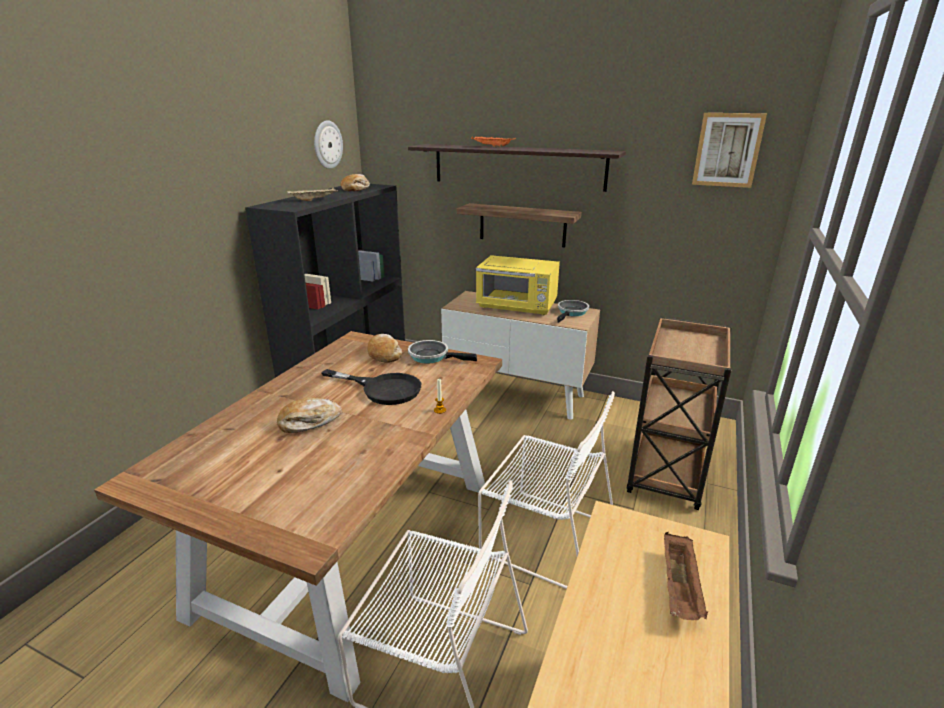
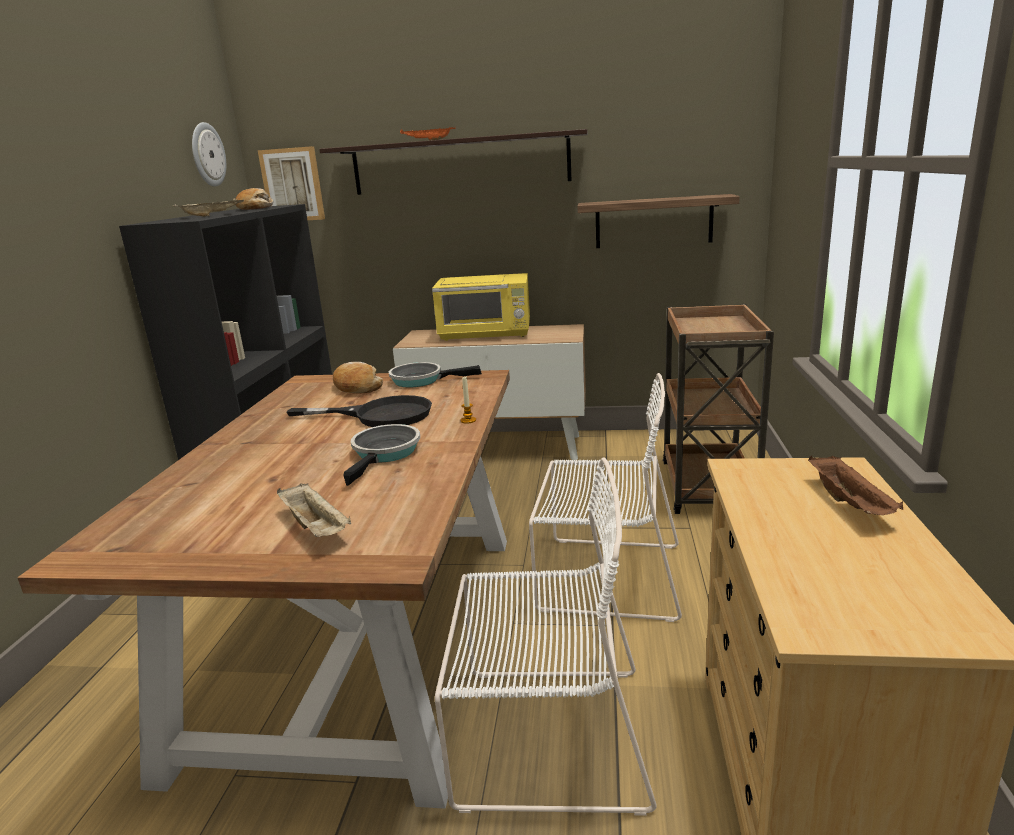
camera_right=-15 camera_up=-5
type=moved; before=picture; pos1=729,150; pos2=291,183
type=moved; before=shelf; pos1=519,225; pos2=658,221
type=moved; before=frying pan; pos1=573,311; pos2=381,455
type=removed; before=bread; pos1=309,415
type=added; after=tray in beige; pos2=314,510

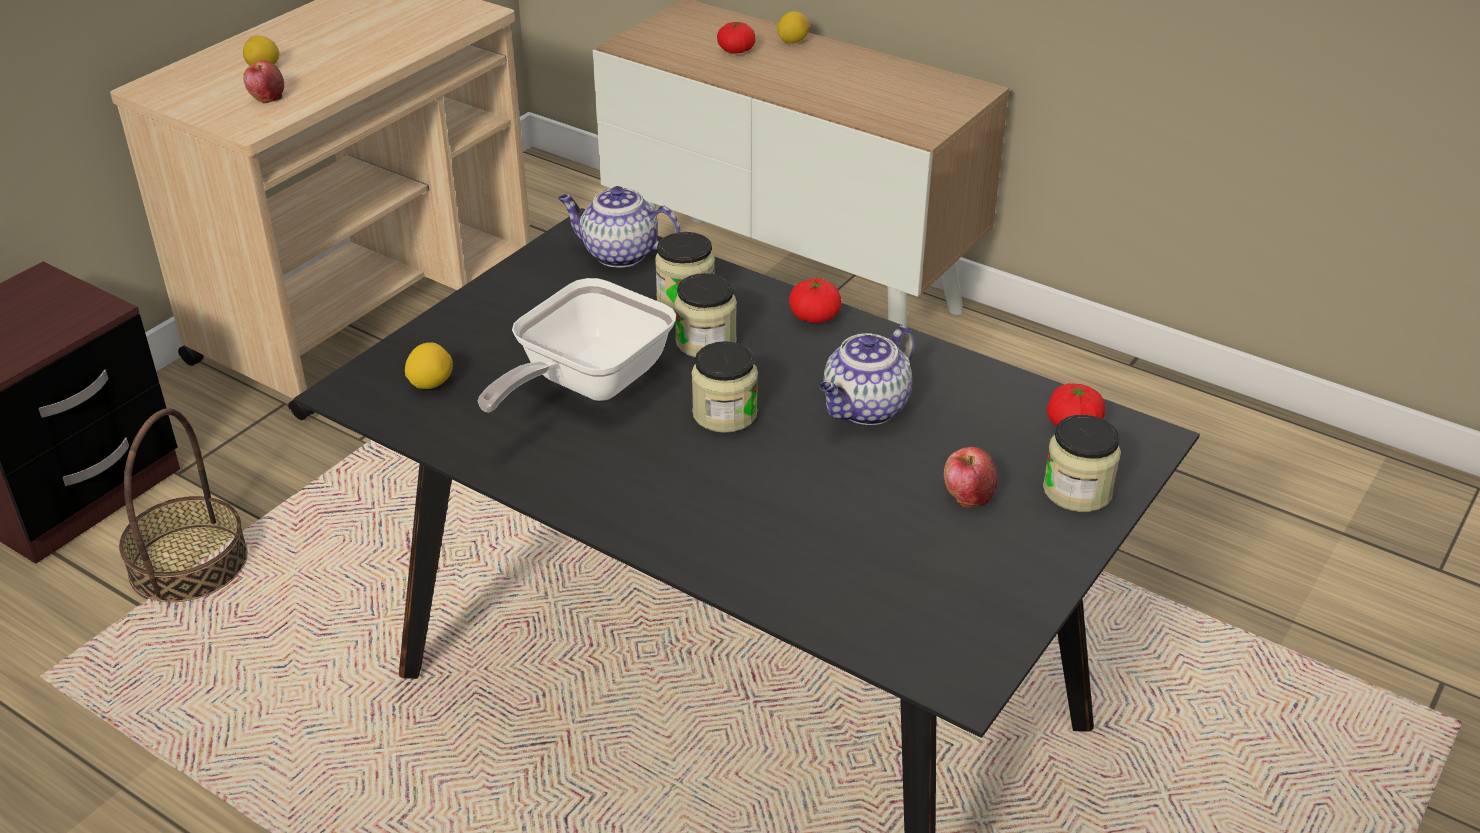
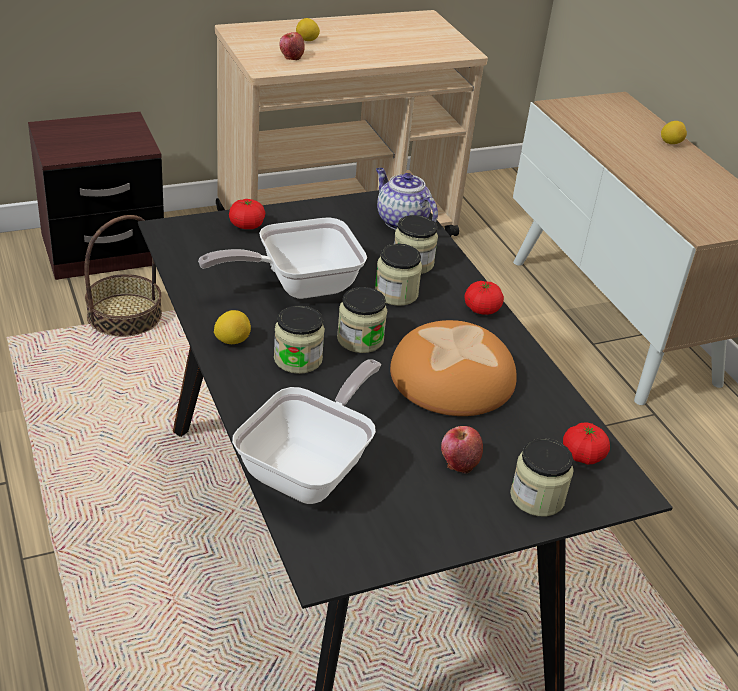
camera_right=30 camera_up=0
type=moved; before=tomato; pos1=736,38; pos2=247,214
type=replaced; before=teapot; after=bread; pos1=867,375; pos2=453,368
type=moved; before=lemon; pos1=429,365; pos2=232,327
type=added; after=jar; pos2=299,339
type=added; after=frying pan; pos2=306,431

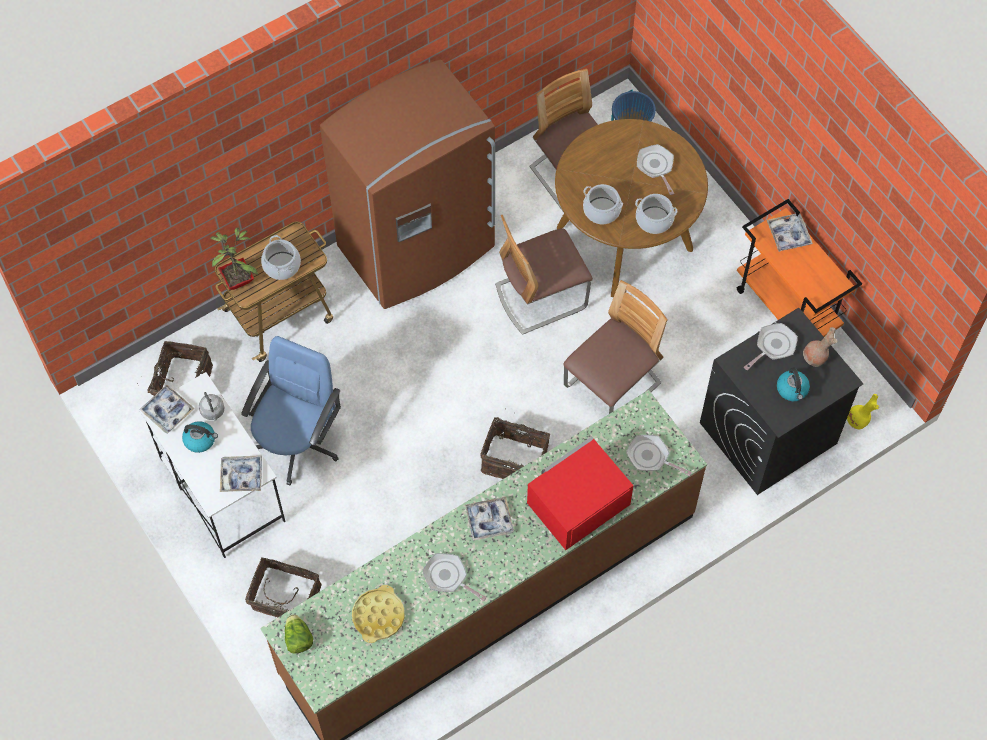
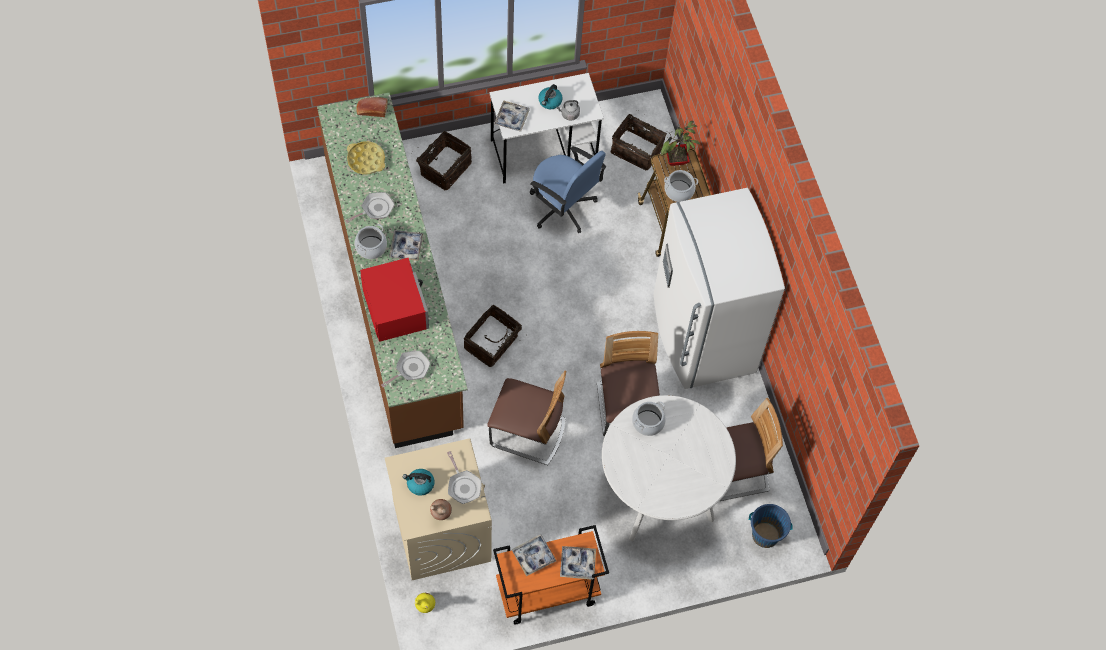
camera_right=105 camera_up=0
type=recoloured; before=fridge in brown; after=fridge in white; pos1=407,184; pos2=719,288
type=recoloured; before=dining table in brown; after=dining table in white; pos1=631,208; pos2=669,468
type=removed; before=frying pan; pos1=655,169
type=moved; before=cooking pot; pos1=656,214; pos2=371,241
type=turned; before=chair; pos1=615,347; pos2=526,418; turn=-45
type=recoloured; before=washing machine in black; after=washing machine in beige; pos1=781,401; pos2=438,509
type=moved; before=tray; pos1=167,409; pos2=534,555
type=replaced; before=lettuce; after=bread; pos1=299,634; pos2=372,107

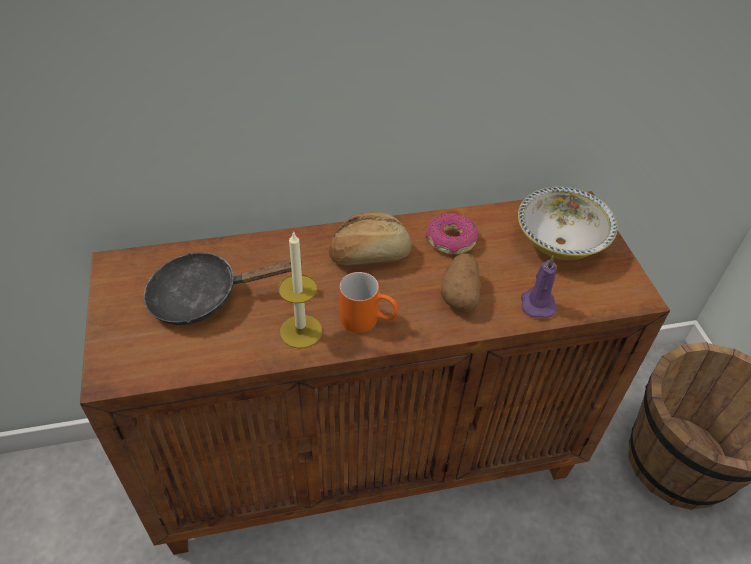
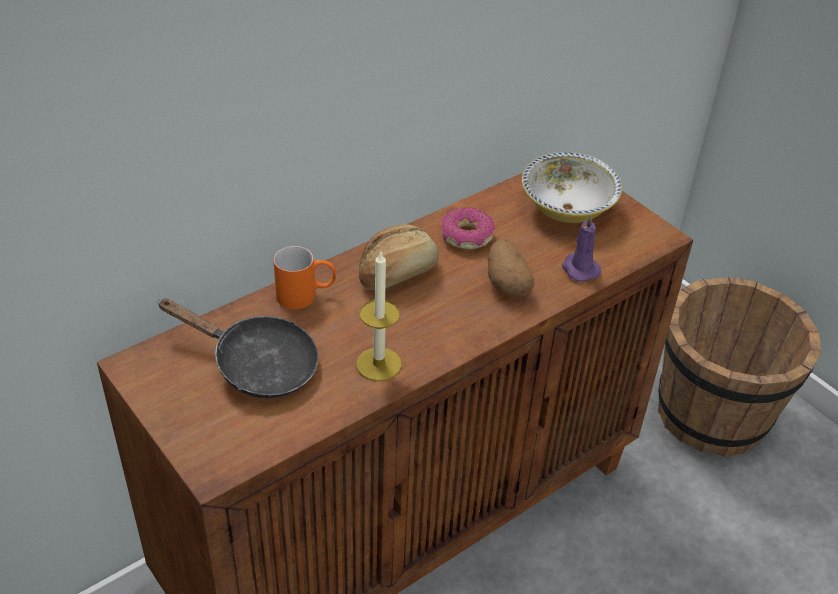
camera_right=-25 camera_up=-5
type=turned; before=frying pan in black; pos1=222,288; pos2=237,348; turn=-120
type=moved; before=mug in orange; pos1=369,302; pos2=304,277

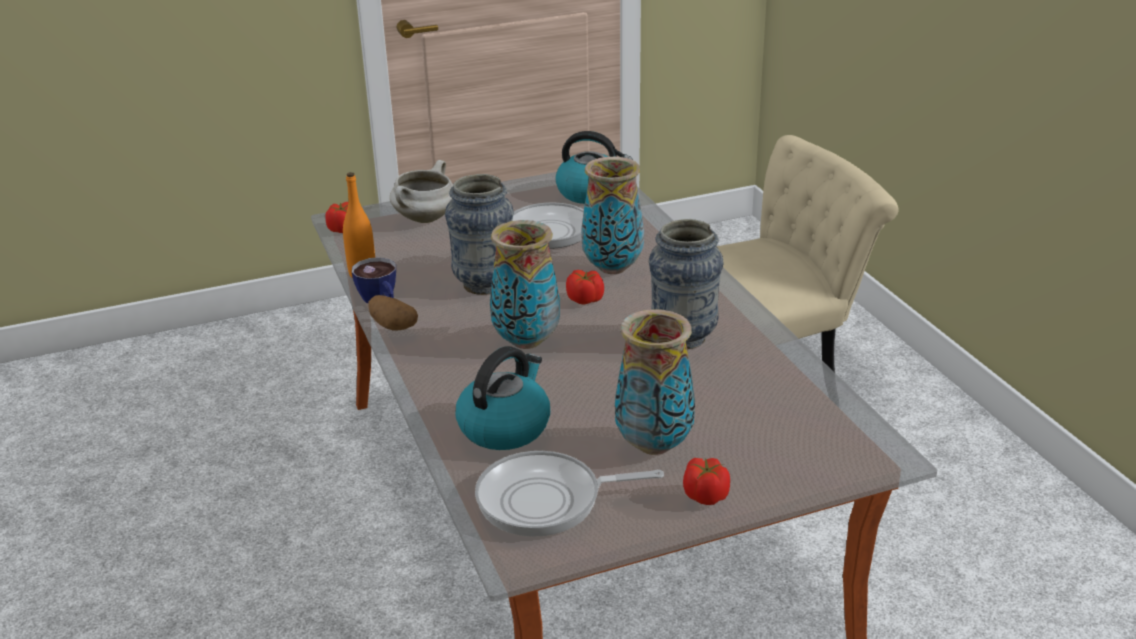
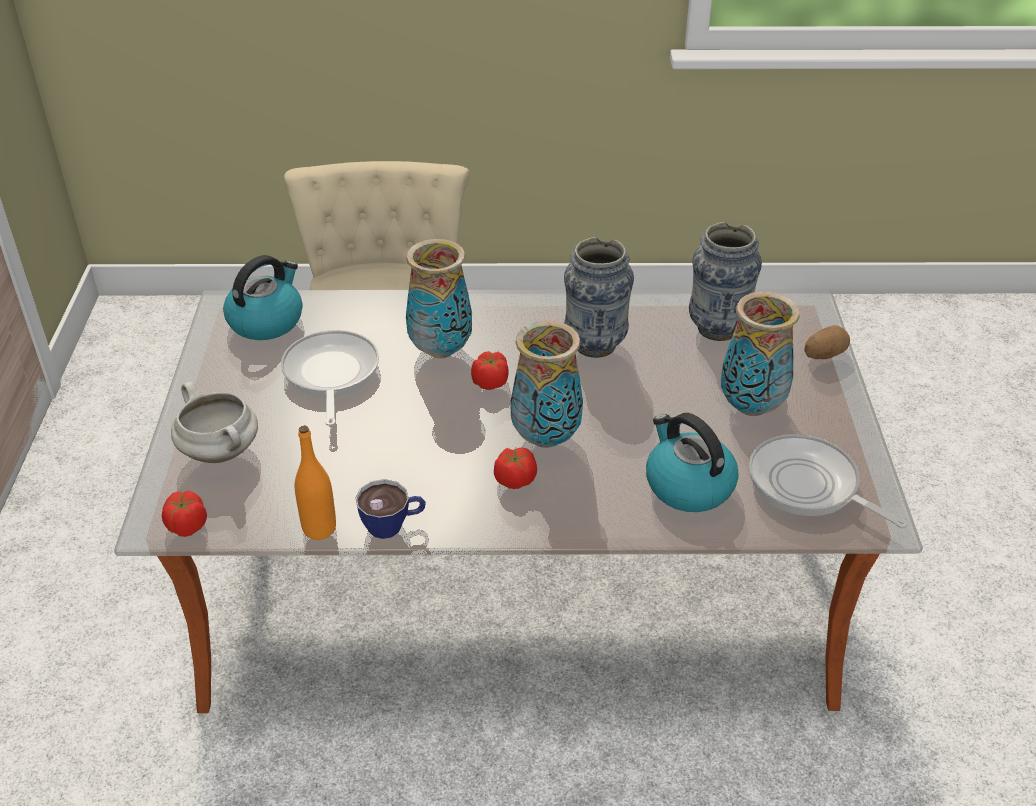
camera_right=-70 camera_up=10
type=moved; before=vase; pos1=479,234; pos2=725,281
type=moved; before=potato; pos1=393,313; pos2=827,342
type=turned; before=frying pan; pos1=569,494; pos2=828,481; turn=120
type=moved; before=tomato; pos1=706,481; pos2=515,468

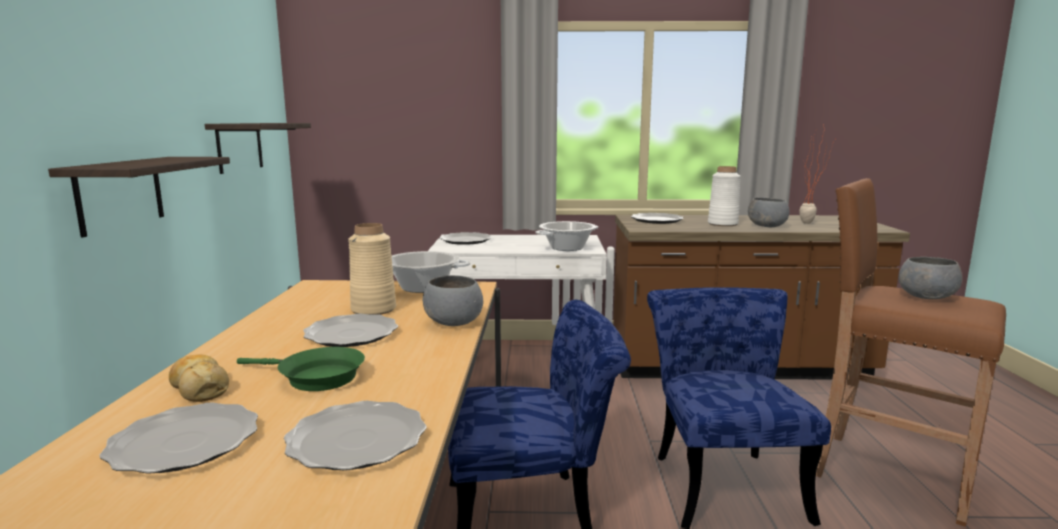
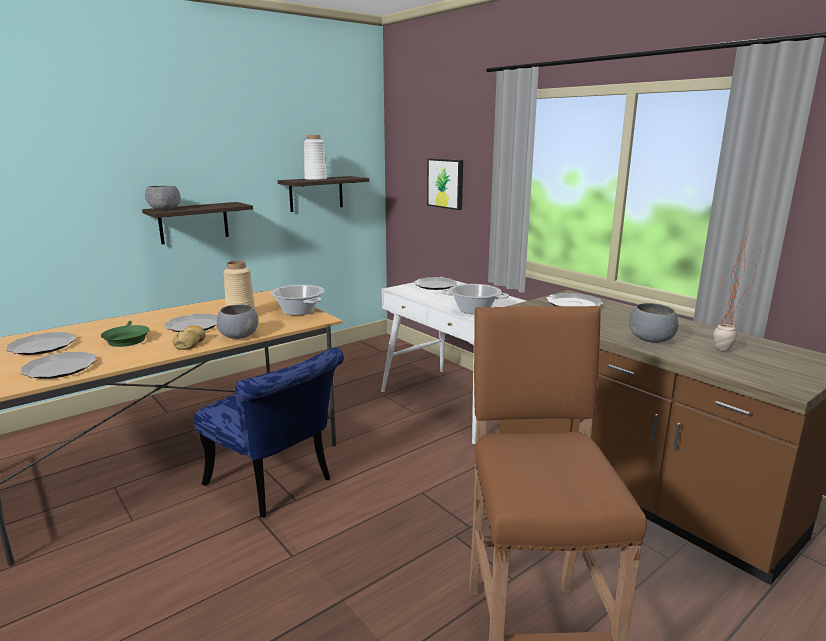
camera_right=50 camera_up=5
type=moved; before=vase in white; pos1=724,196; pos2=315,157
type=moved; before=bowl in grey; pos1=930,278; pos2=163,198
type=removed; before=chair in blue; pos1=739,408
type=moved; before=bread; pos1=199,378; pos2=189,337
type=added; after=picture; pos2=445,184

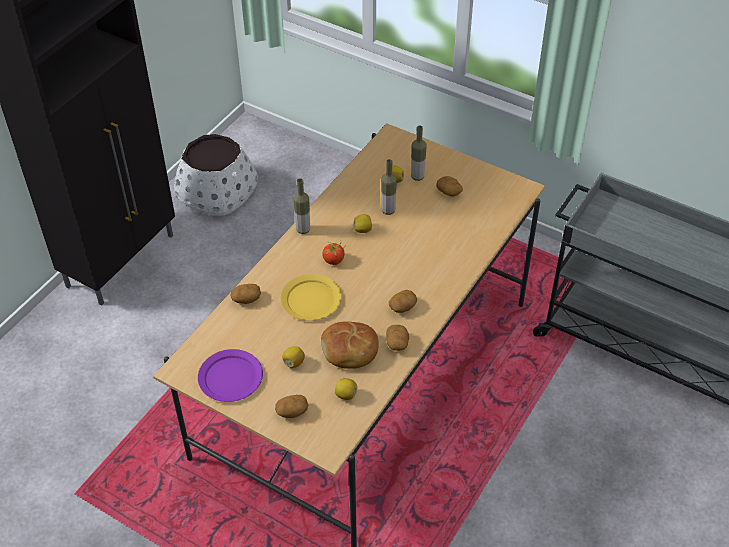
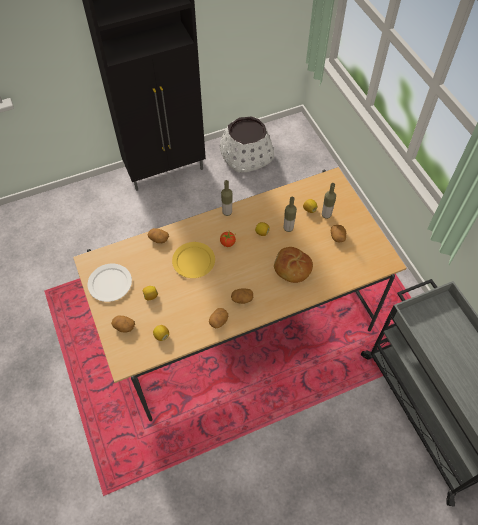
camera_right=35 camera_up=10
type=moved; before=bread; pos1=350,345; pos2=293,265
type=recoloured; before=plate in purple; after=plate in white; pos1=230,375; pos2=109,283

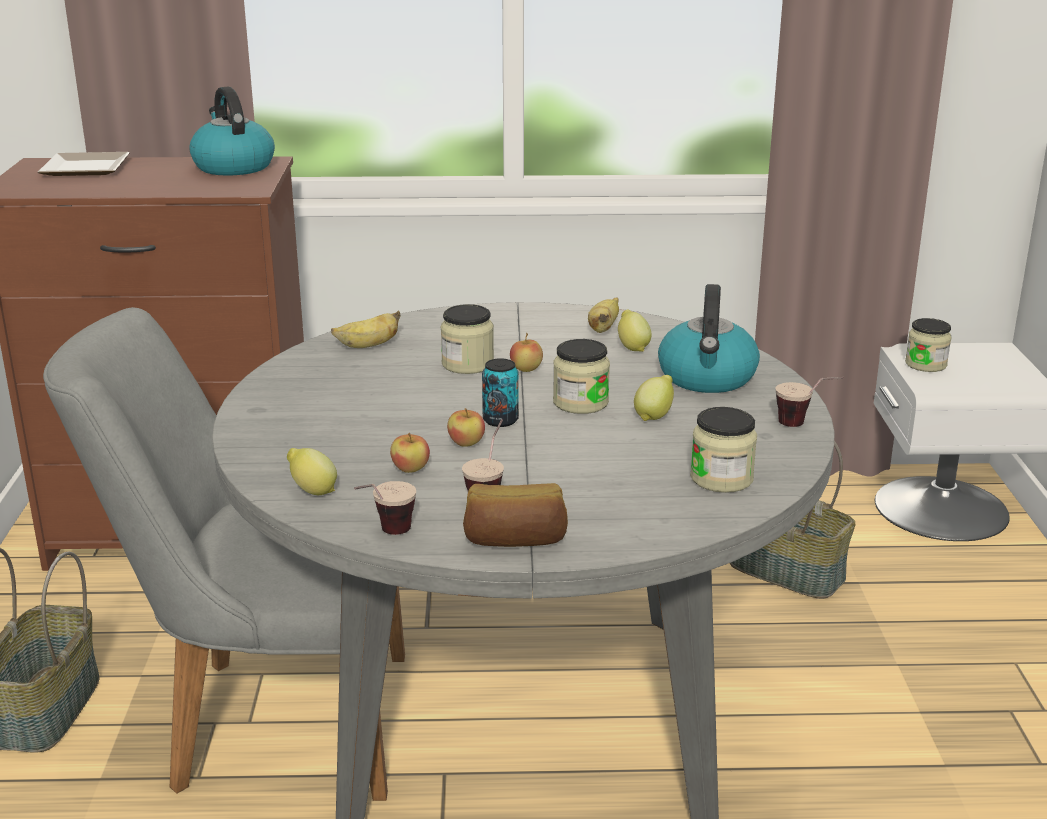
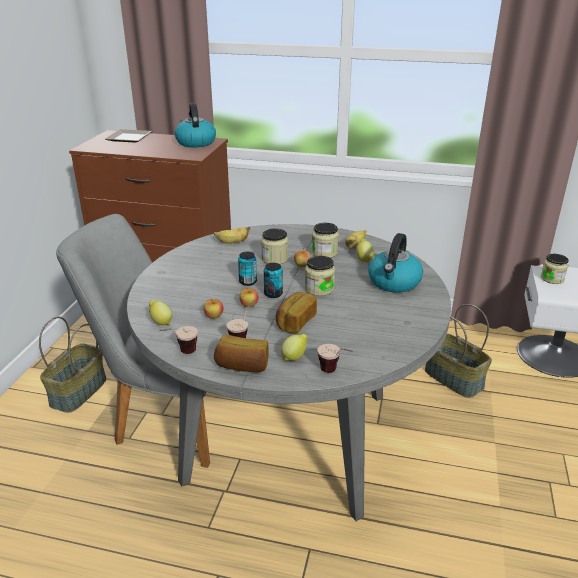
camera_right=15 camera_up=5
type=moved; before=lemon; pos1=654,398; pos2=294,347
type=moved; before=cup; pos1=809,402; pos2=335,358
type=moved; before=jar; pos1=723,450; pos2=325,240
type=added; after=can; pos2=247,268
type=added; after=bread; pos2=296,312

